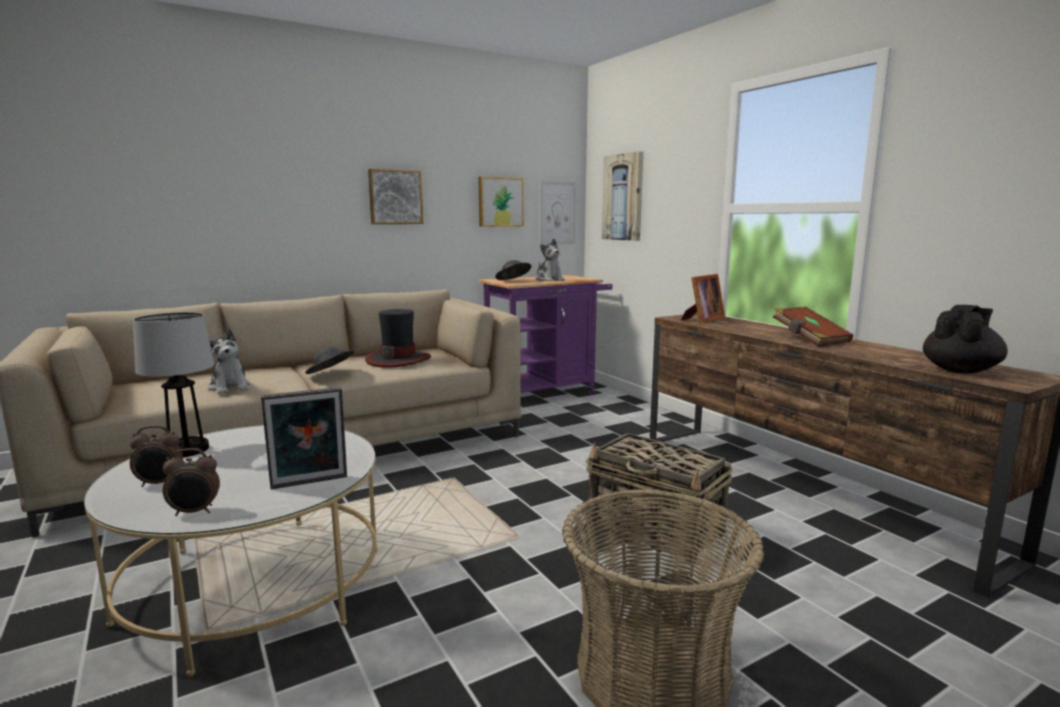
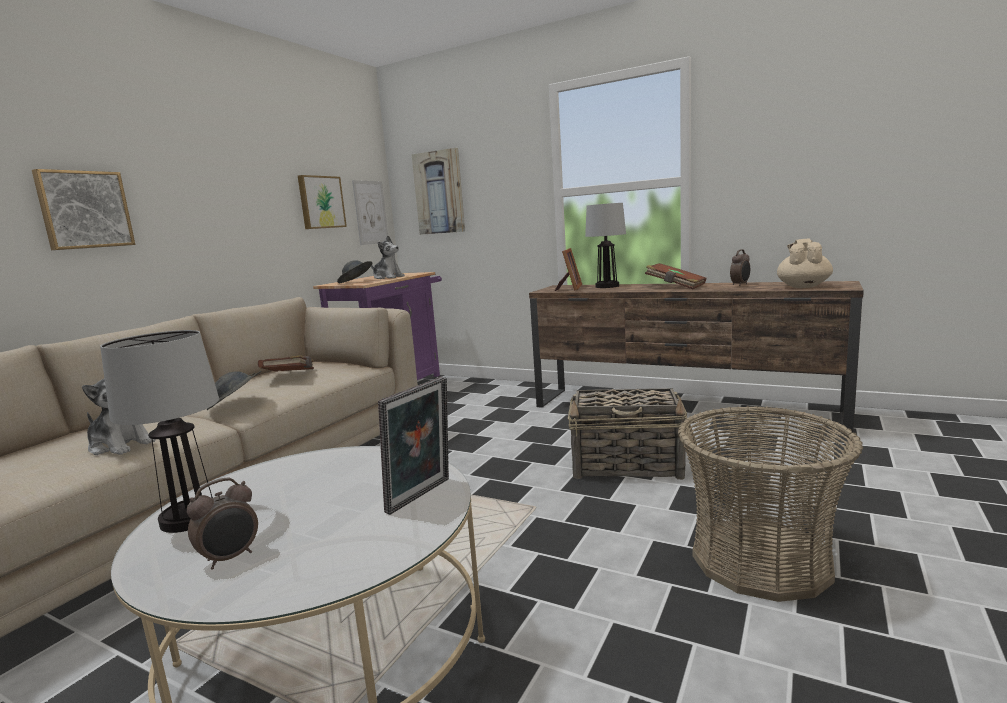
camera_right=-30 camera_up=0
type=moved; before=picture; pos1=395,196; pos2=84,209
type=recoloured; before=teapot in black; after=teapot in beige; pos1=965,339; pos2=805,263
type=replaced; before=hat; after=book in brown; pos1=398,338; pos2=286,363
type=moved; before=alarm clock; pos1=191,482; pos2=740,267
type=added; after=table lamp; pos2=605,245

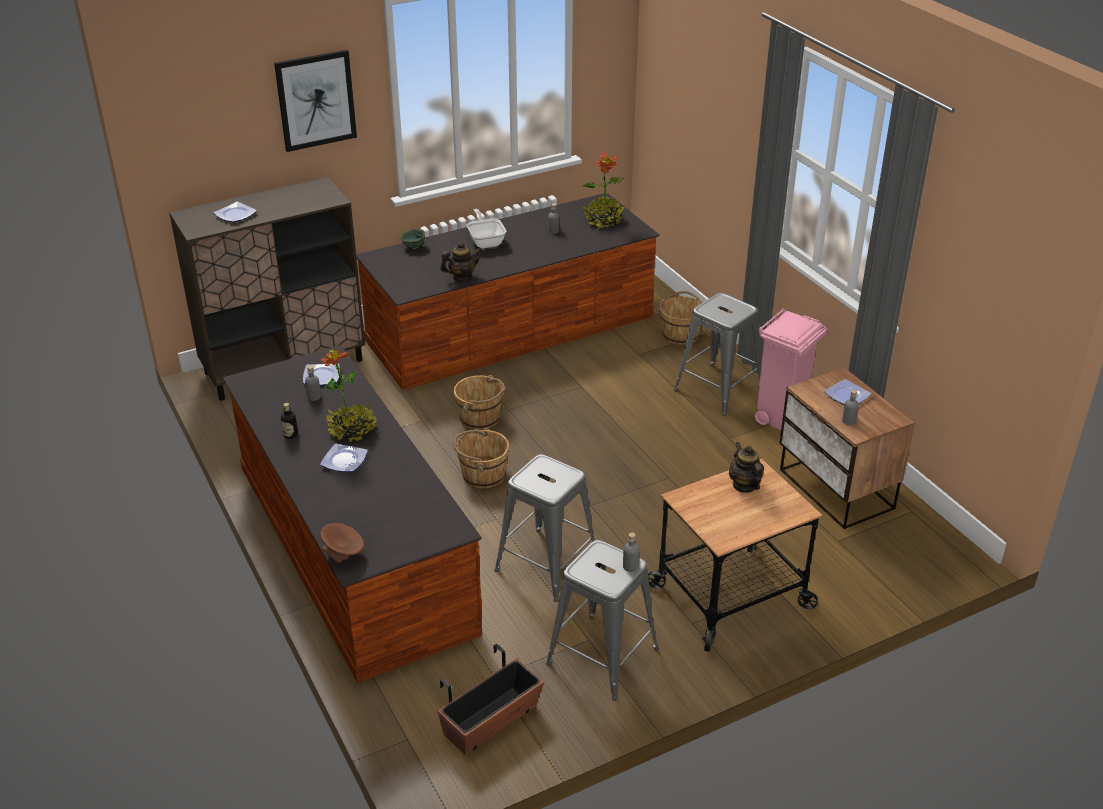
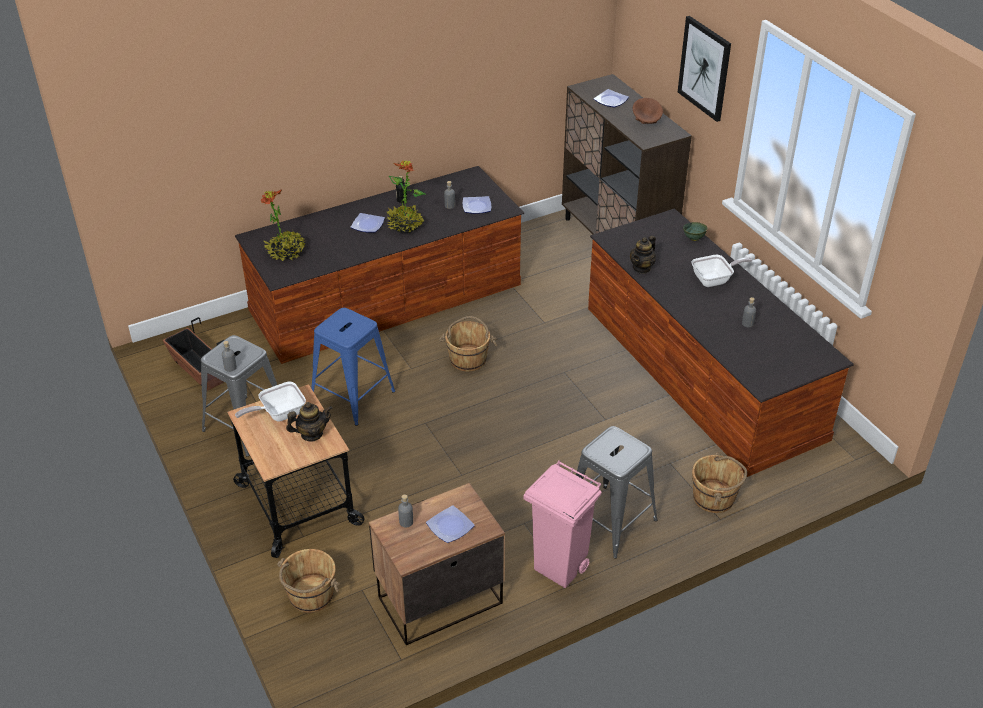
camera_right=90 camera_up=5
type=moved; before=potted plant; pos1=603,190; pos2=283,225
type=turned; before=teapot; pos1=460,261; pos2=643,255; turn=60
type=moved; before=bucket in brown; pos1=479,402; pos2=308,581
type=recoloured; before=stool in grey; after=stool in blue; pos1=545,528; pos2=353,367
type=moved; before=bowl in brown; pos1=342,543; pos2=648,111
type=added; after=frying pan; pos2=270,401

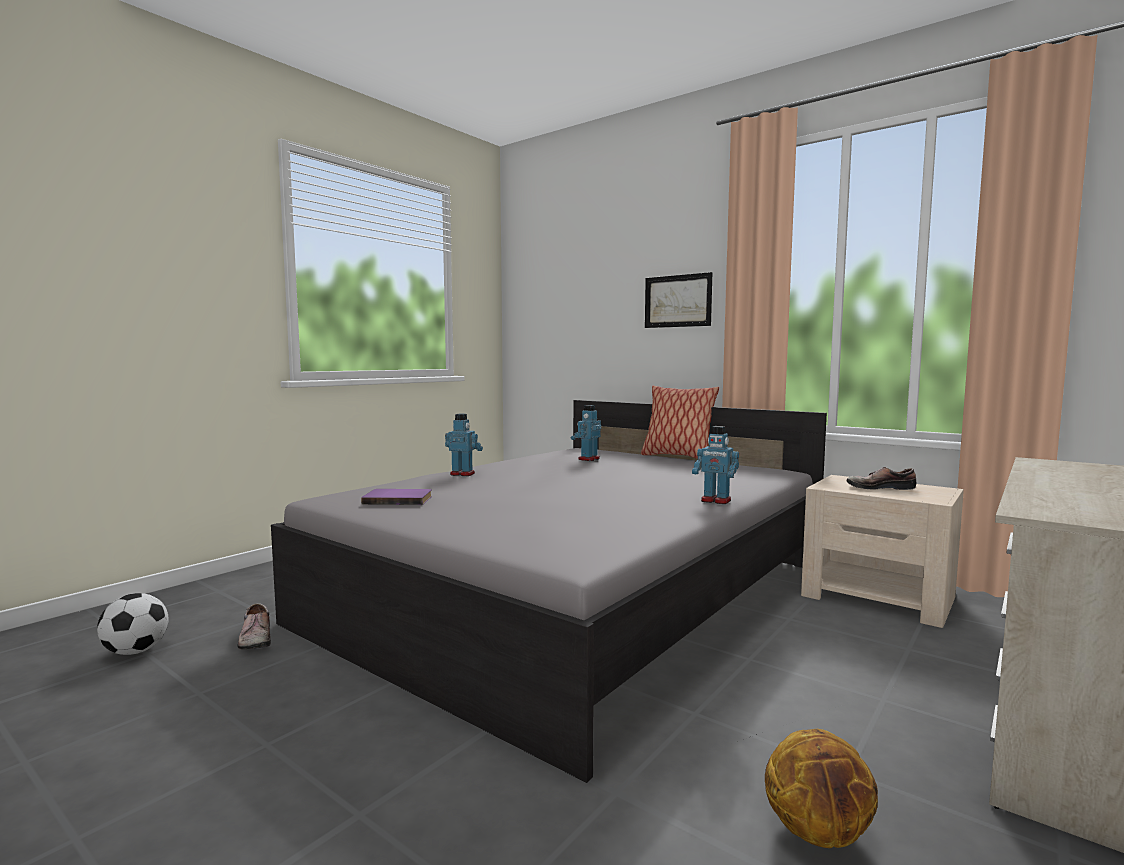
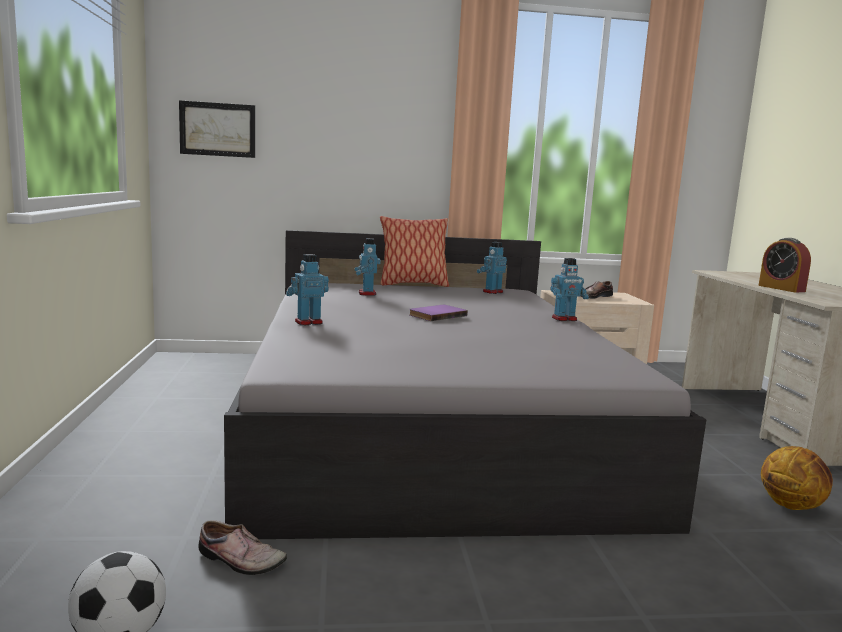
camera_right=-45 camera_up=5
type=moved; before=picture; pos1=679,300; pos2=217,129
type=moved; before=book in purple; pos1=396,497; pos2=438,313
type=added; after=alarm clock; pos2=784,265
type=added; after=toy robot; pos2=492,268

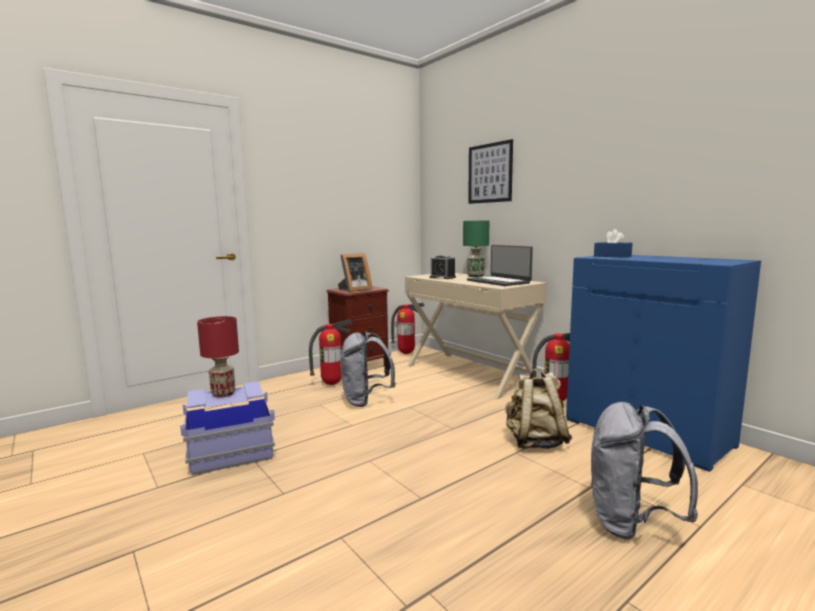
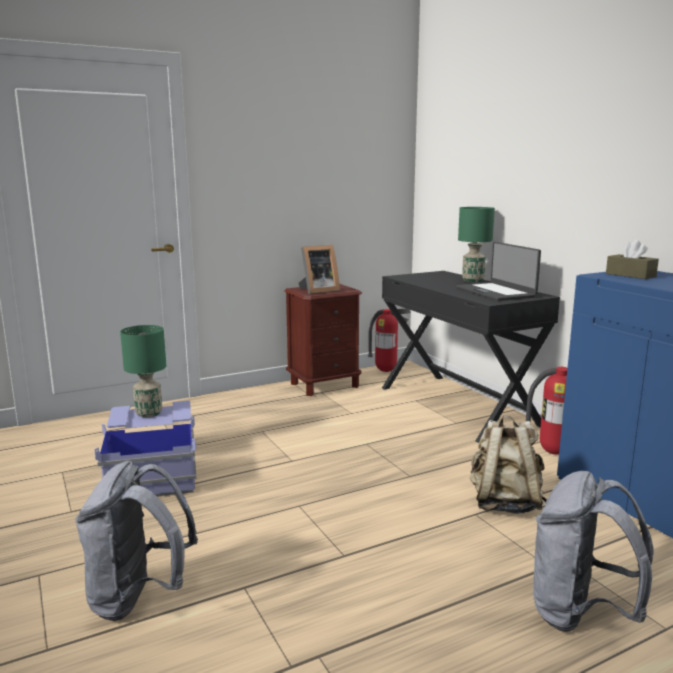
camera_right=10 camera_up=5
type=removed; before=picture; pos1=490,171
type=recoloured; before=tissue box in blue; after=tissue box in brown; pos1=613,243; pos2=632,259
type=removed; before=alarm clock; pos1=443,267
type=recoloured; before=desk in beige; after=desk in black; pos1=476,336; pos2=471,357
type=recoloured; before=table lamp in red; after=table lamp in green; pos1=218,357; pos2=143,371
type=removed; before=fire extinguisher; pos1=331,352
type=moved; before=backpack in grey; pos1=368,369; pos2=136,541

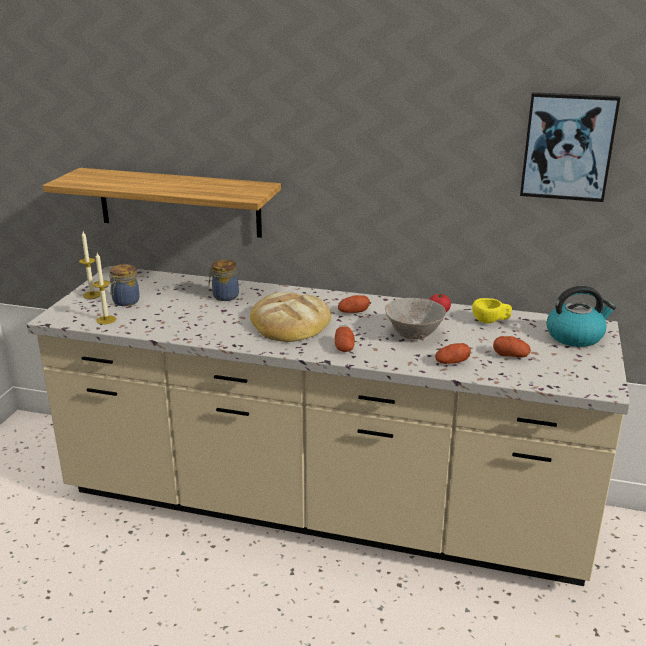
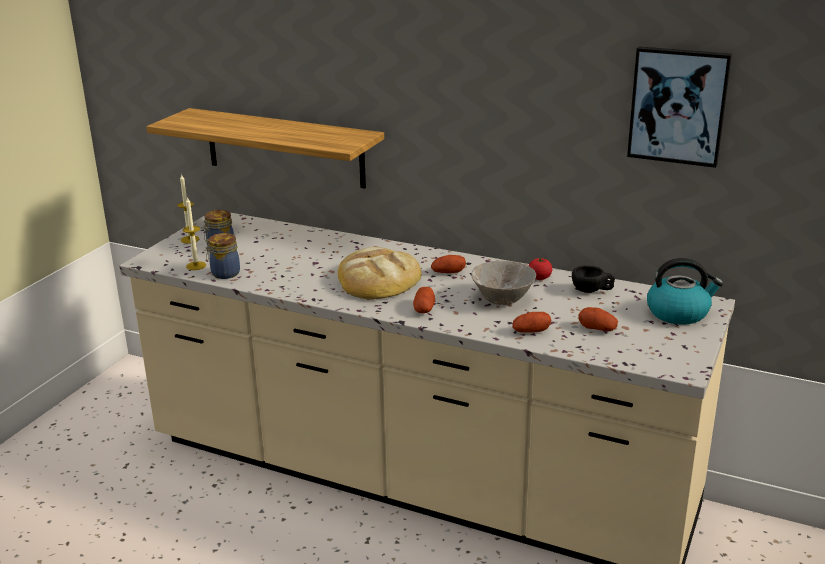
camera_right=10 camera_up=0
type=moved; before=jar; pos1=223,280; pos2=222,256
type=recoloured; before=cup in yellow; after=cup in black; pos1=492,310; pos2=593,279

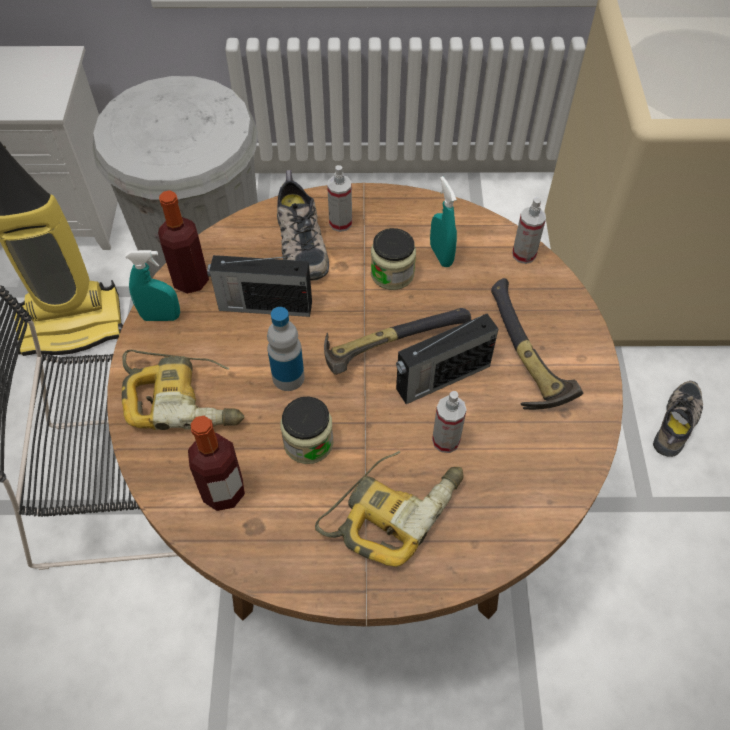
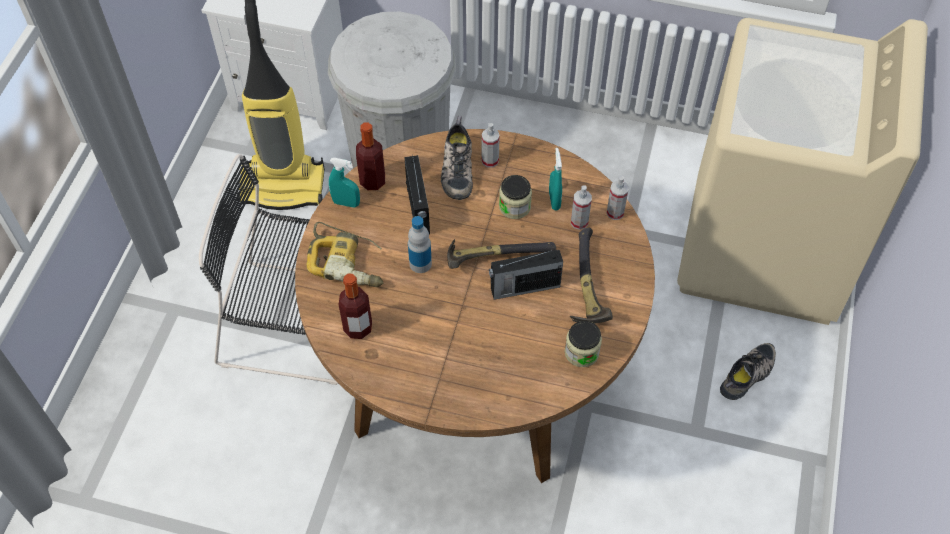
camera_right=15 camera_up=0
type=turned; before=radio; pos1=259,286; pos2=417,195; turn=-120
type=moved; before=spray bottle; pos1=449,422; pos2=581,207
type=moved; before=jar; pos1=307,430; pos2=583,344
type=removed; before=power drill; pos1=389,509

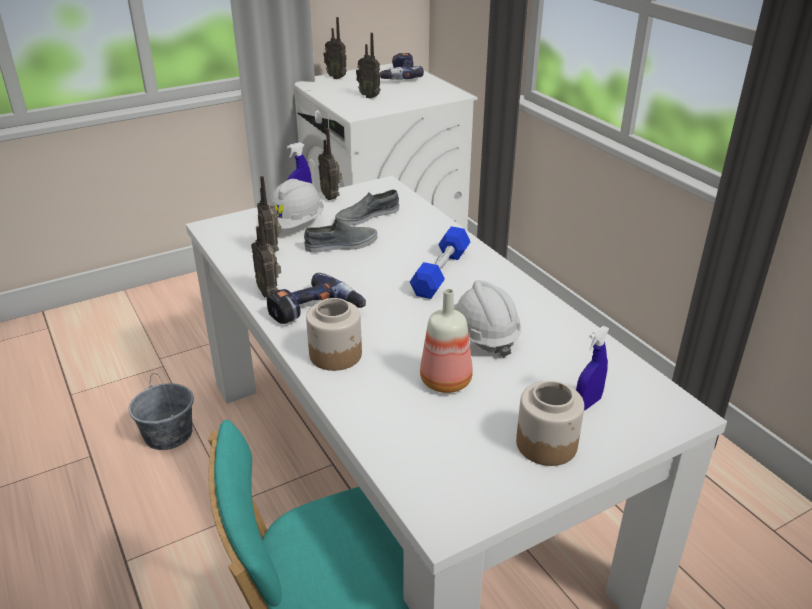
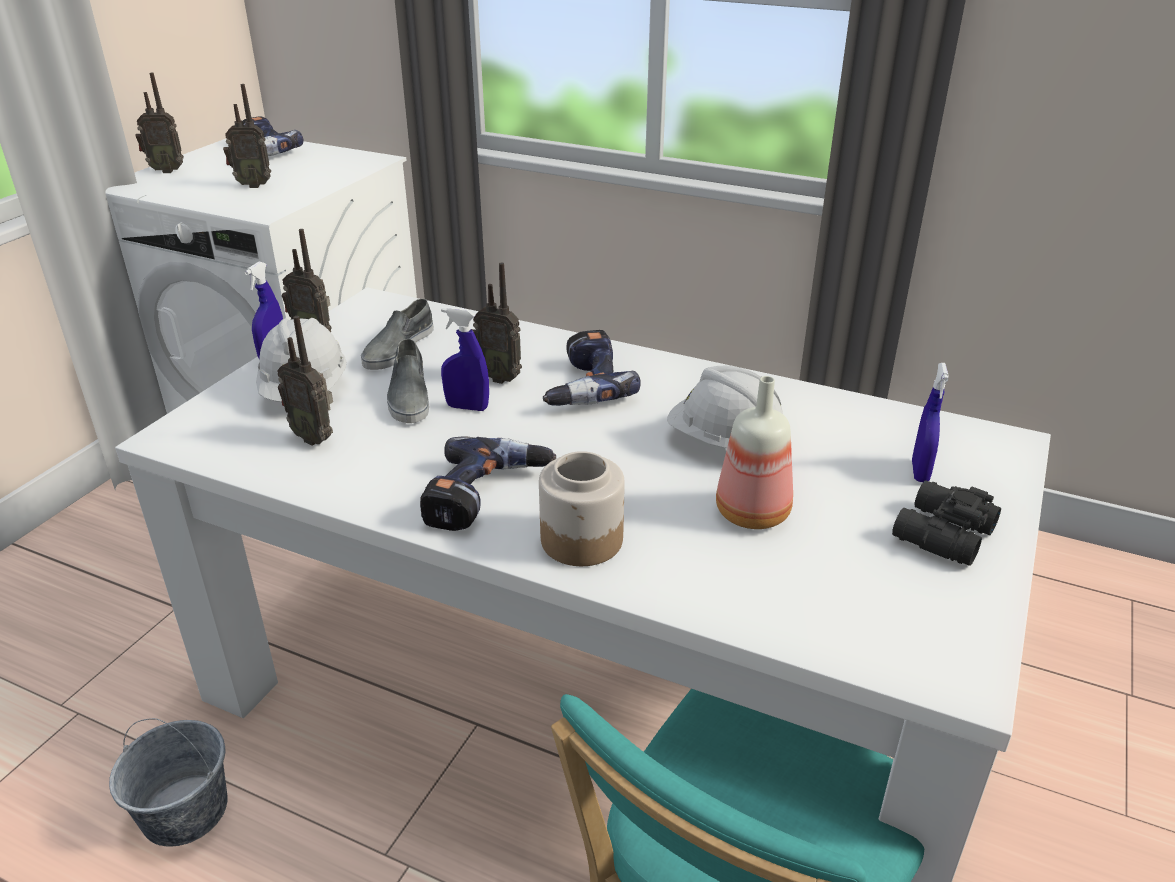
camera_right=-35 camera_up=0
type=moved; before=radio; pos1=266,255; pos2=496,323
type=turned; before=shoe in grey; pos1=340,236; pos2=408,381; turn=135
type=replaced; before=dumbbell in blue; after=power drill; pos1=440,262; pos2=592,368
type=replaced; before=jar; after=binoculars in black; pos1=550,423; pos2=946,523
type=added; after=spray bottle in blue; pos2=465,359

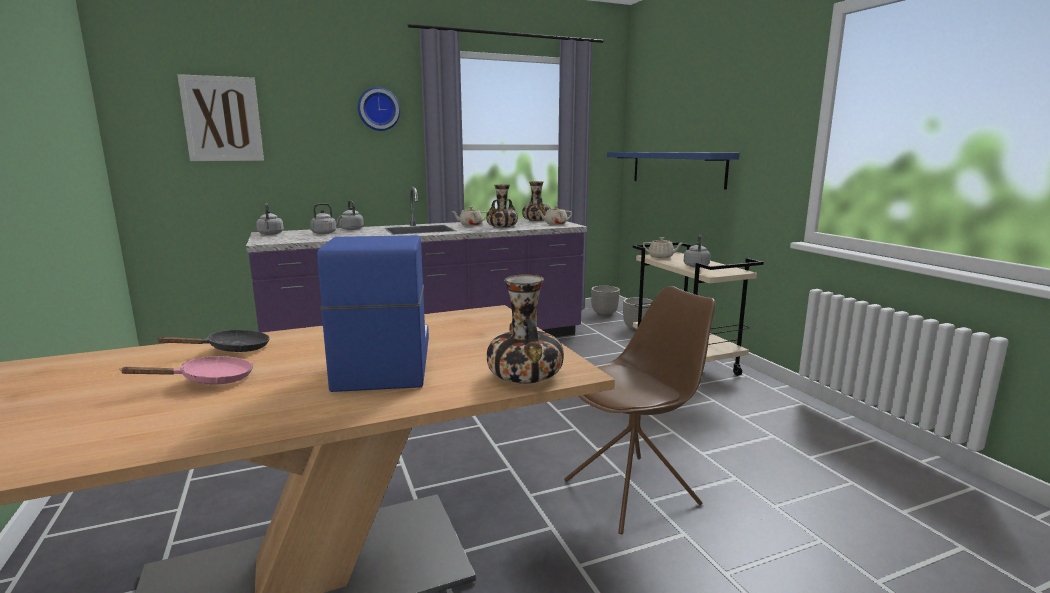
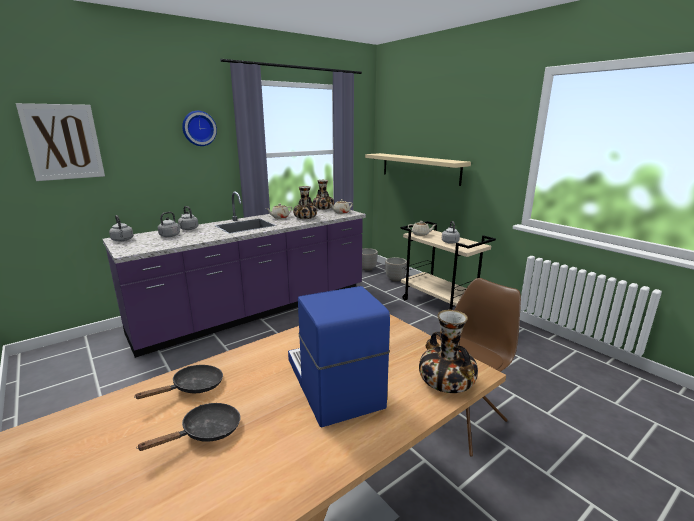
camera_right=-15 camera_up=5
type=recoloured; before=shelf in blue; after=shelf in beige; pos1=673,170; pos2=418,169
type=recoloured; before=frying pan in pink; after=frying pan in black; pos1=186,370; pos2=188,427

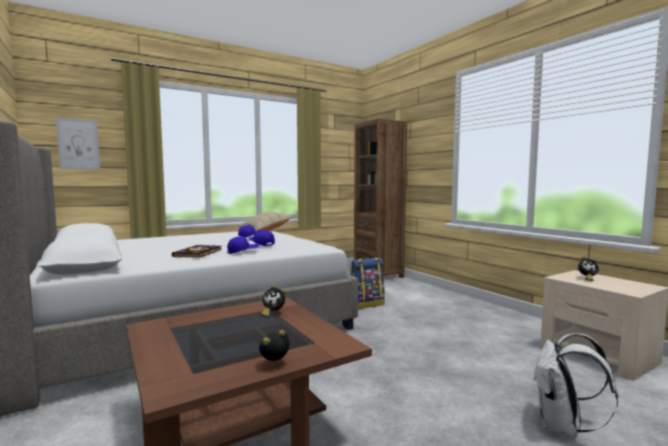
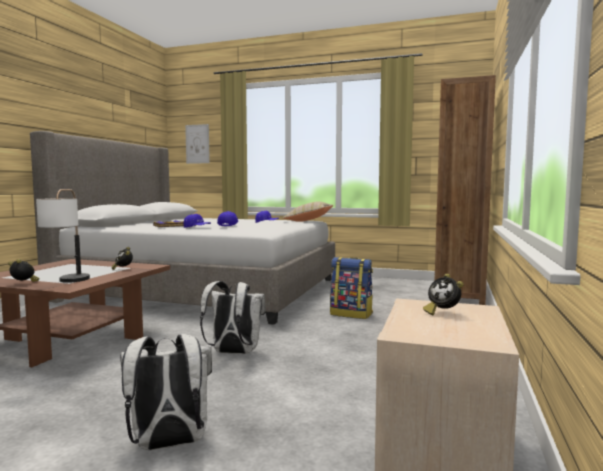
camera_right=50 camera_up=0
type=added; after=table lamp; pos2=63,236
type=added; after=backpack in white; pos2=233,317

